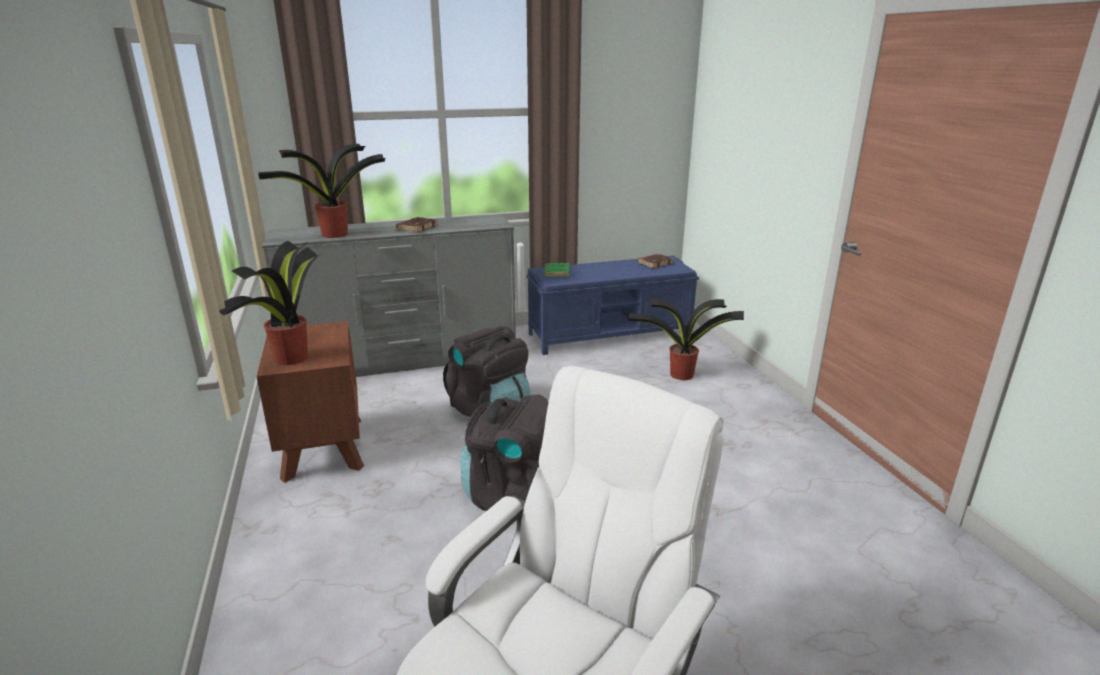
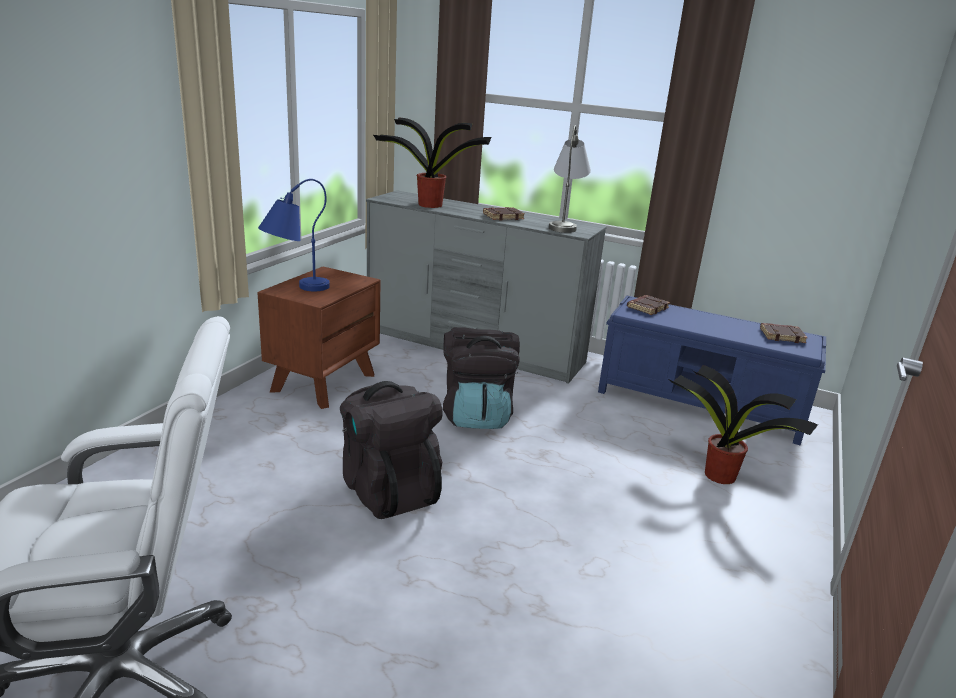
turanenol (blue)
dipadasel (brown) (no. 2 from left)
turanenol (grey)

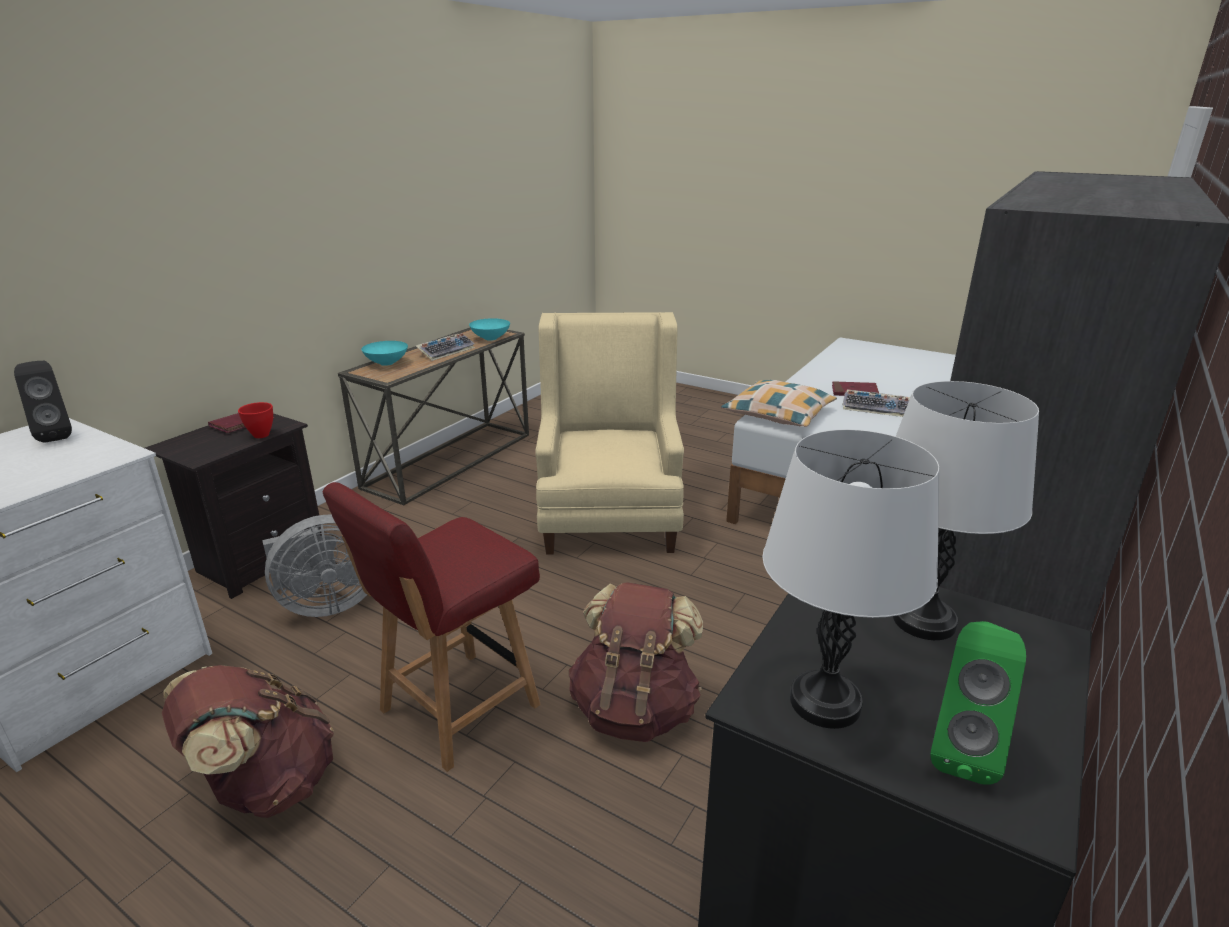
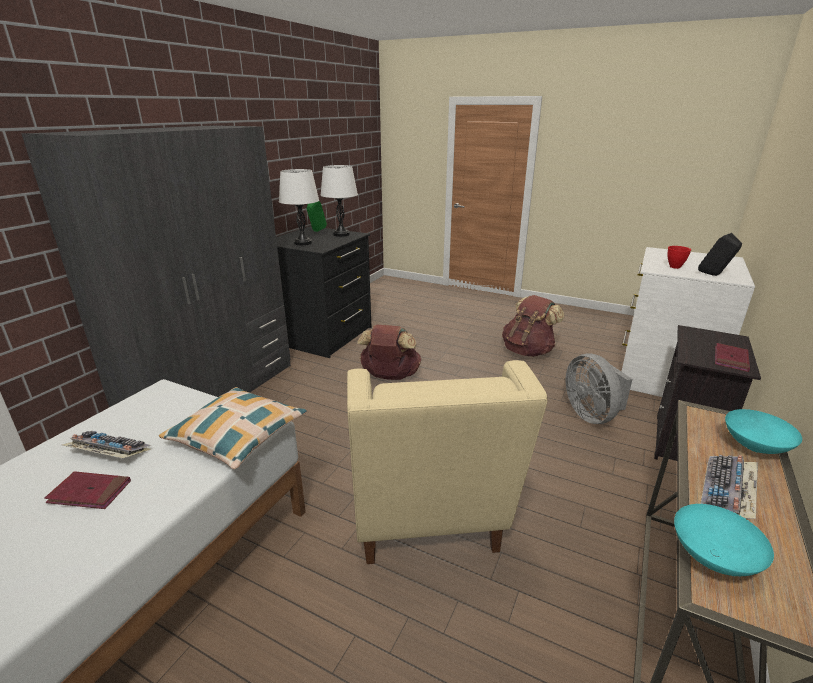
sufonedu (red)
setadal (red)
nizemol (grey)

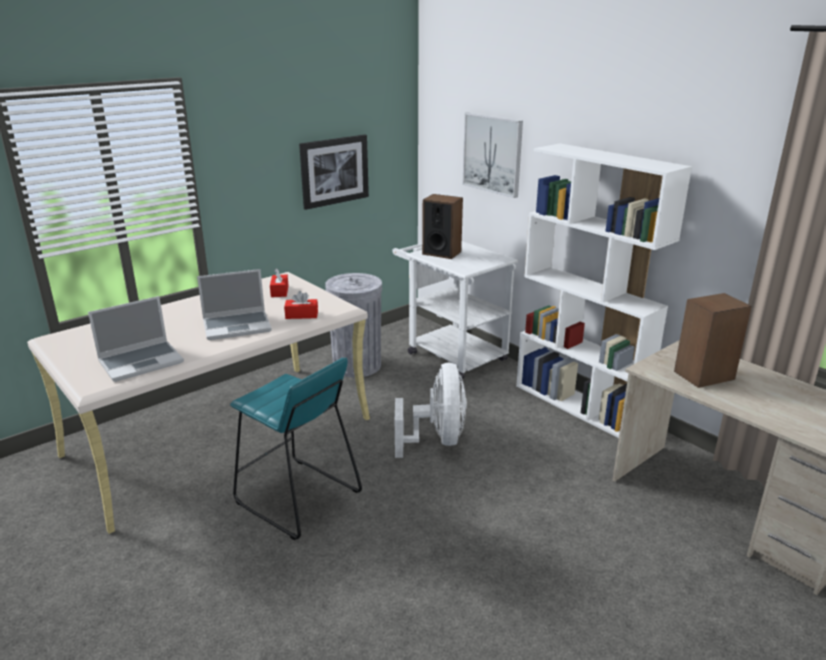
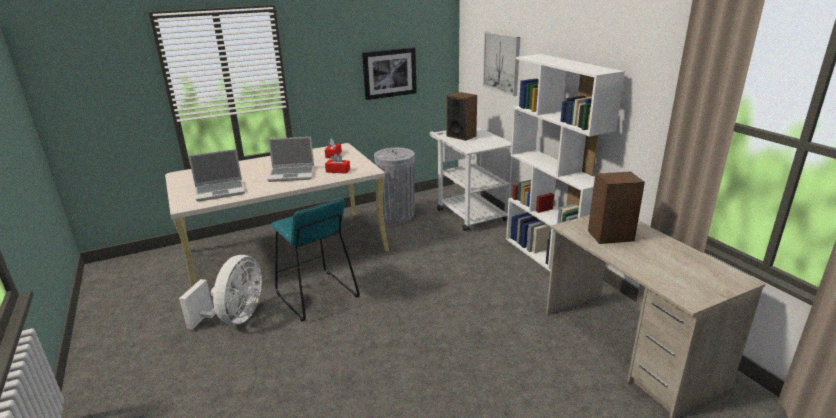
nizemol (white)

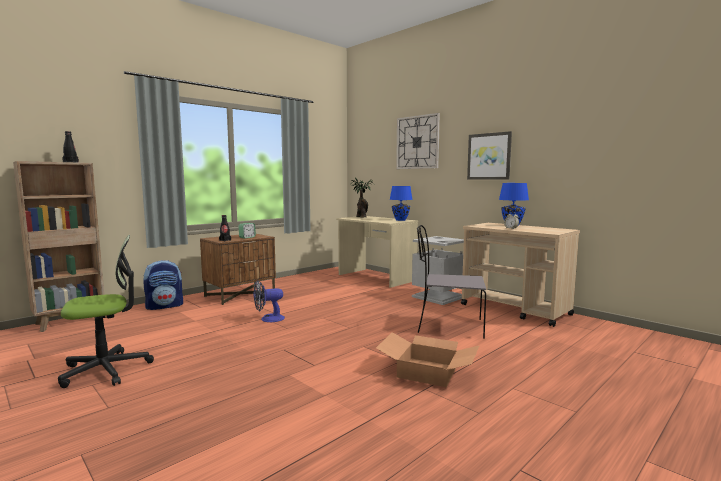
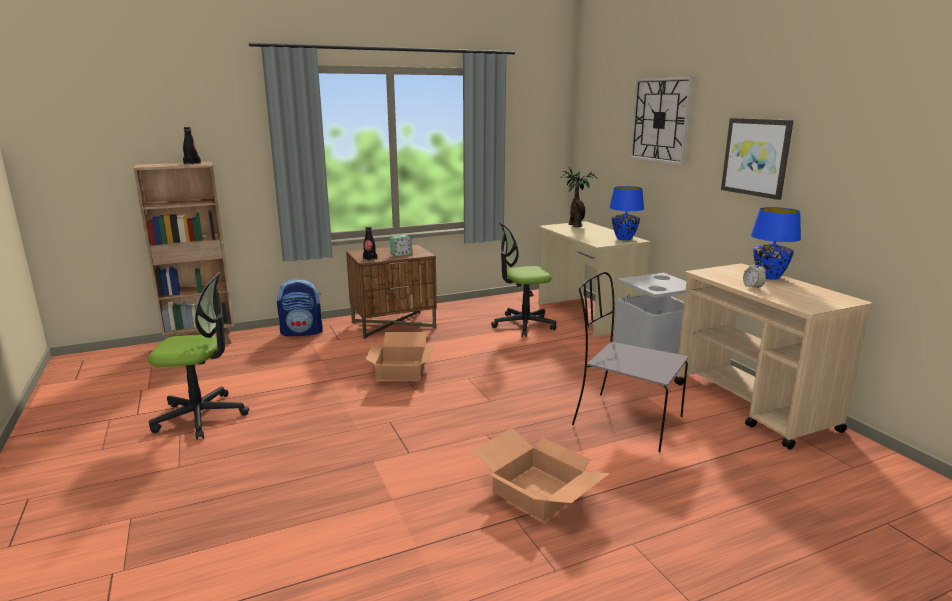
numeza (no. 1 from left)
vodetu (no. 2 from left)

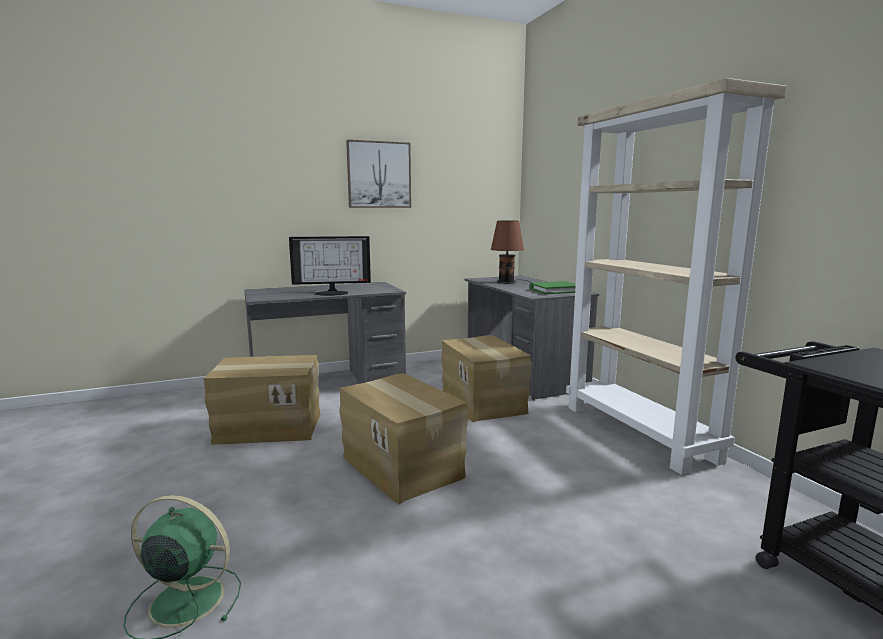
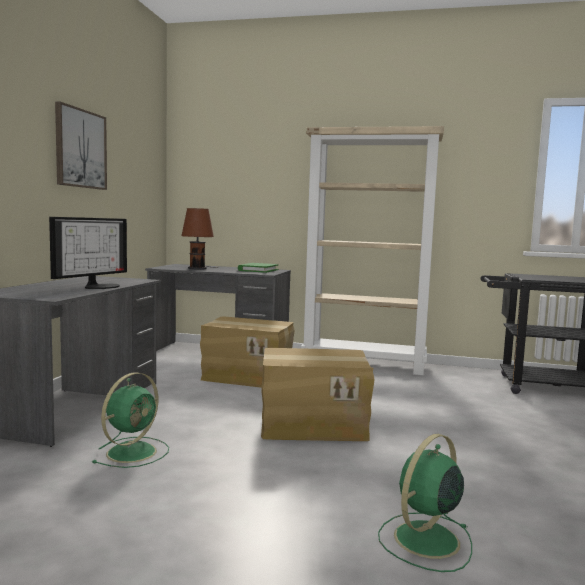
nizemol (green) (no. 1 from left)

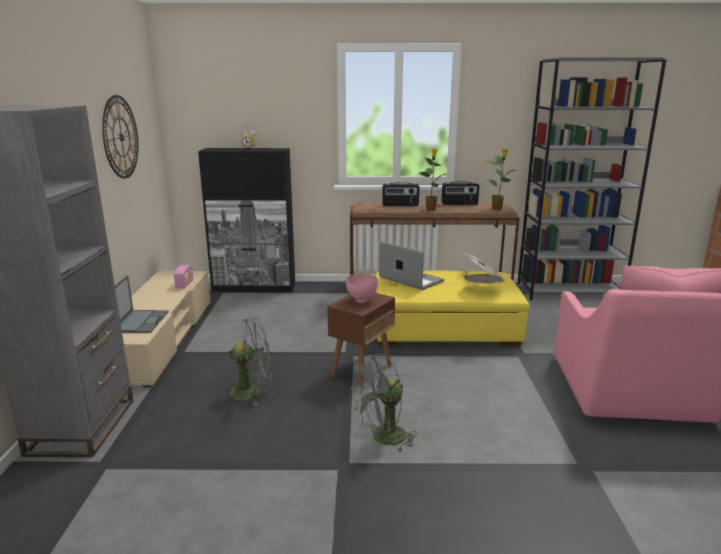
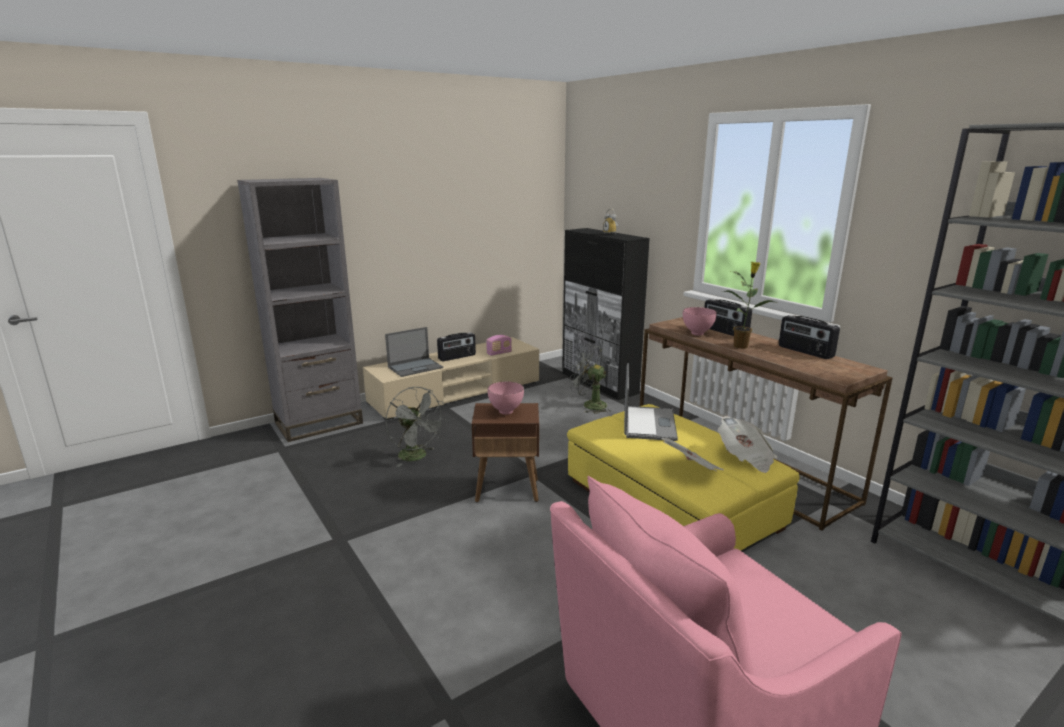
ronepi
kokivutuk (no. 2 from left in the first image)
nizemol (grey) (no. 2 from left)
sufonedu (pink) (no. 2 from left)
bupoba (no. 1 from left)

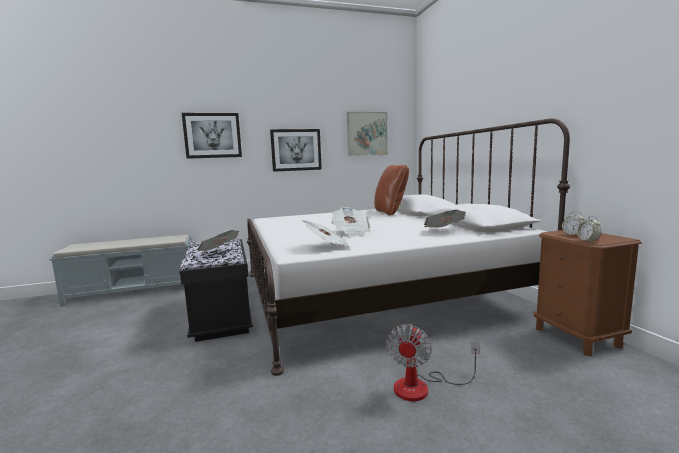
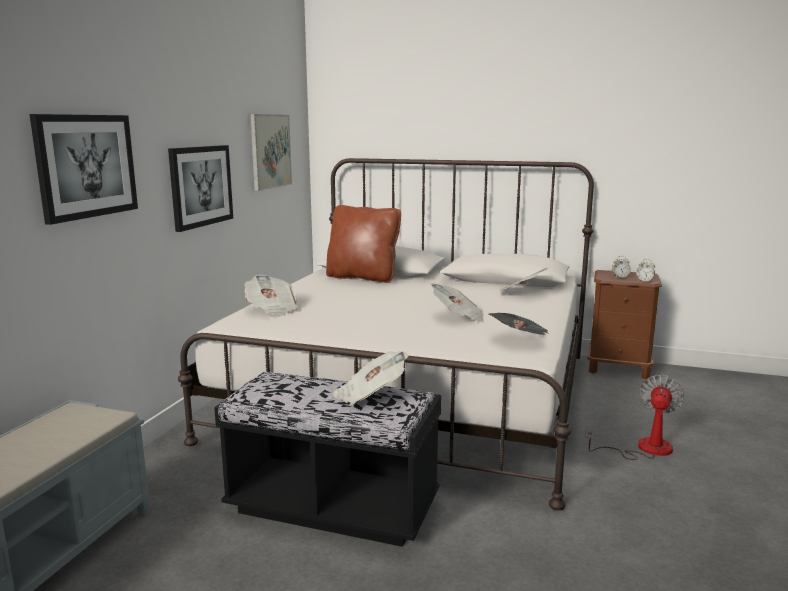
nizemol
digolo (no. 1 from left)

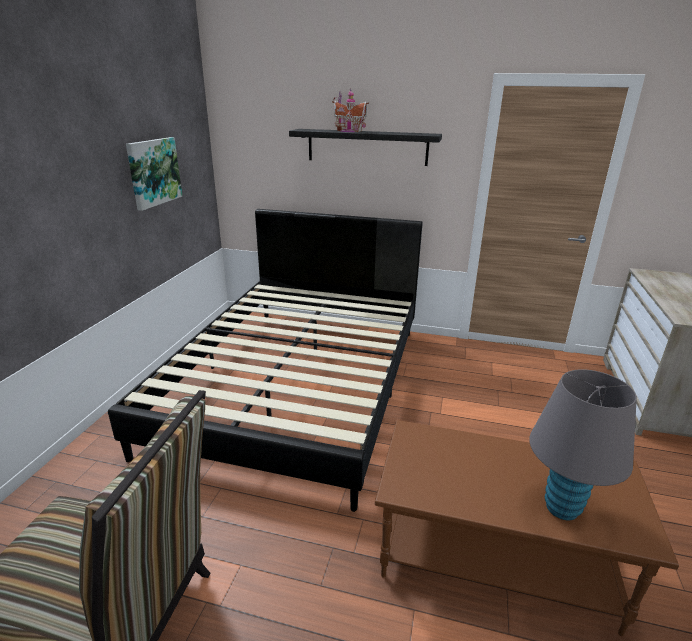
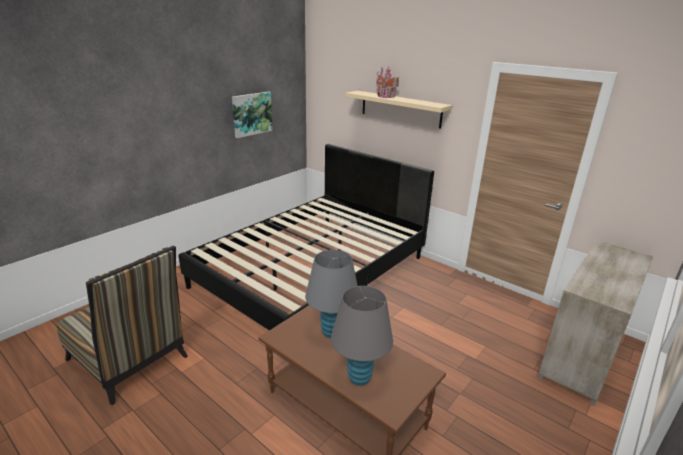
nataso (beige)
turanenol (grey) (no. 1 from left)

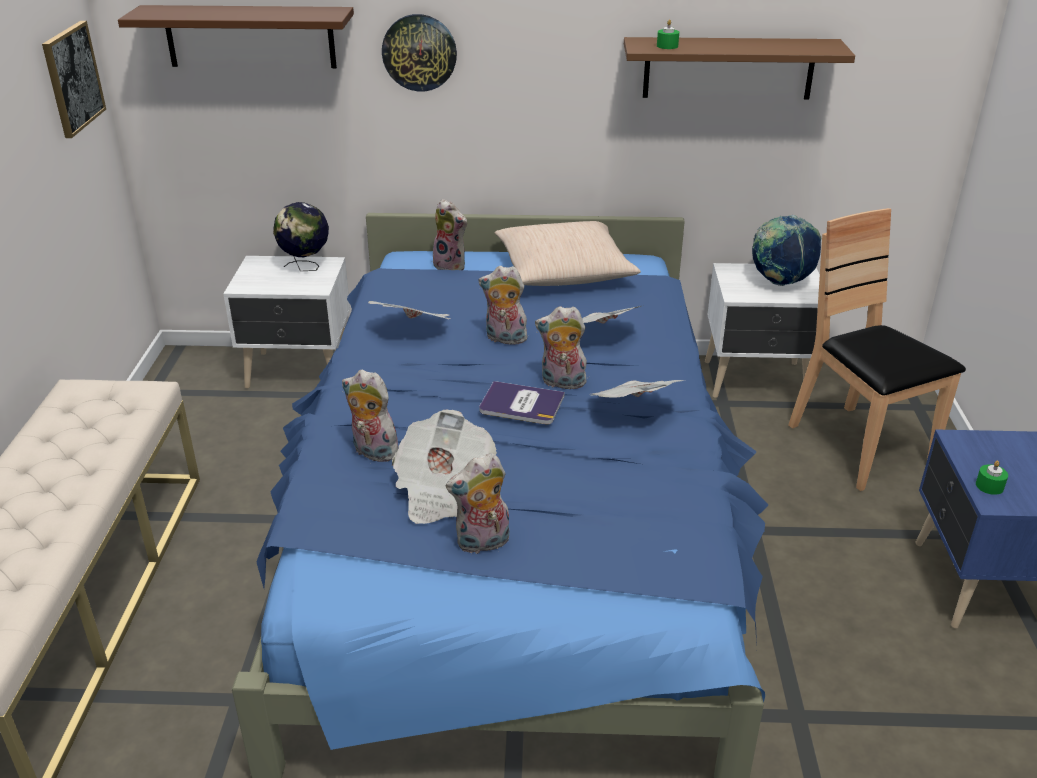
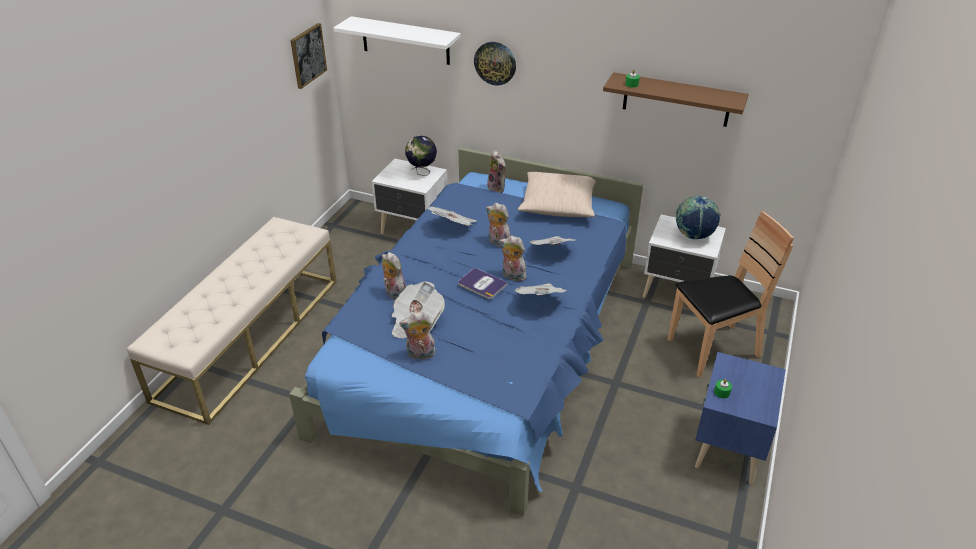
nataso (white)
setadal (brown)

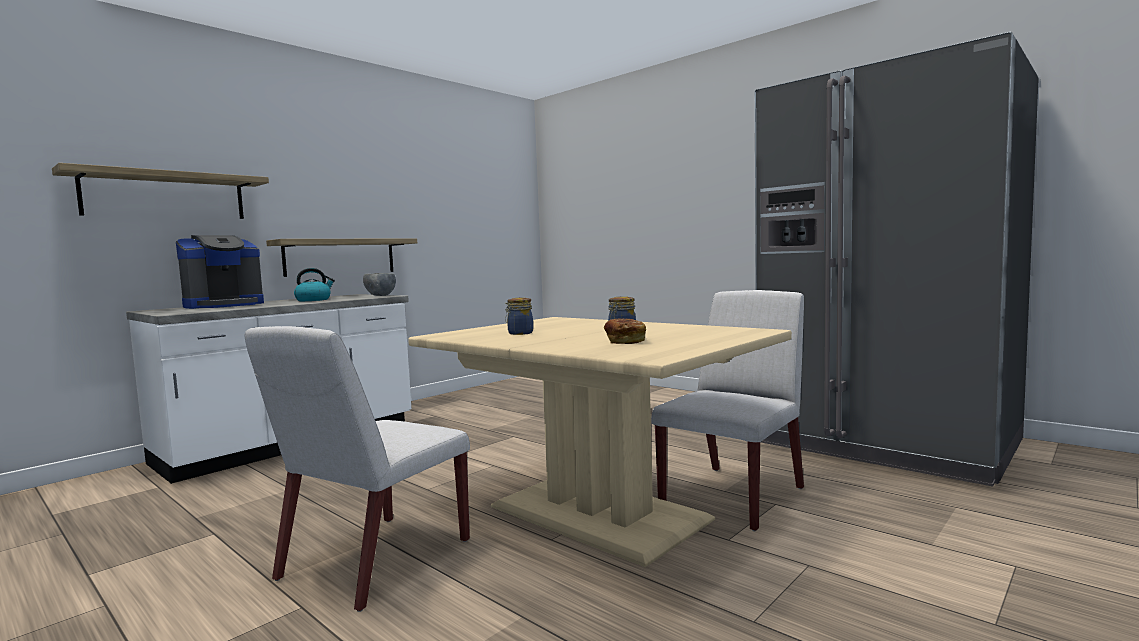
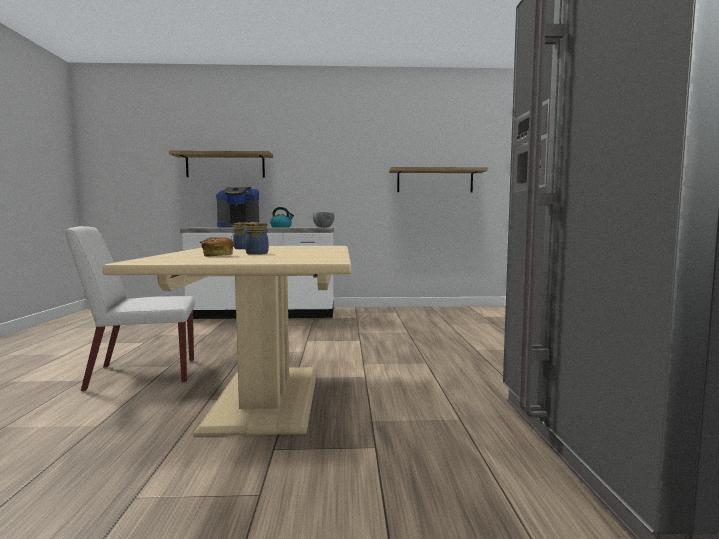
nataso (no. 2 from left)
setadal (white) (no. 2 from left in the first image)

